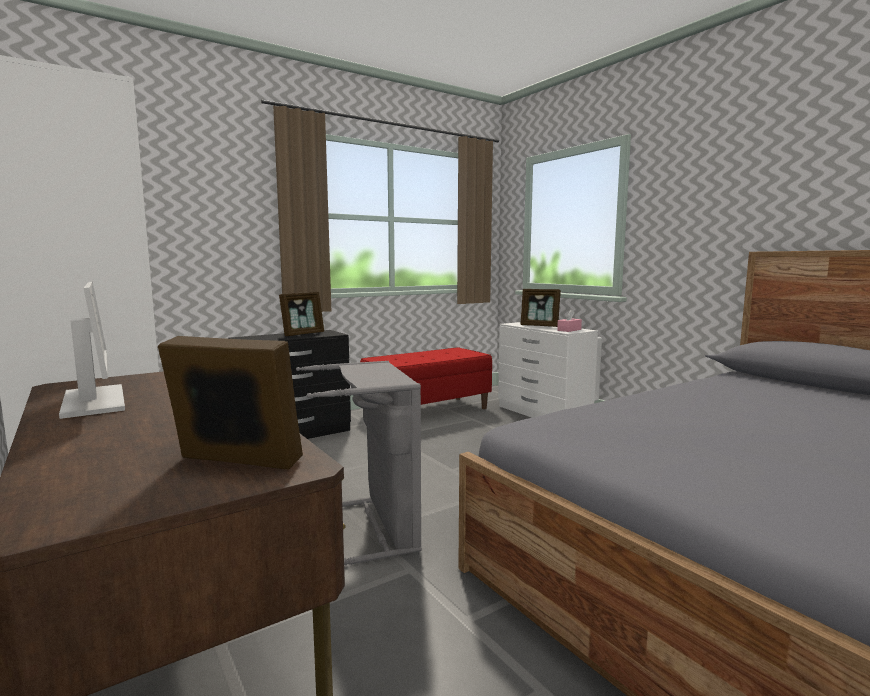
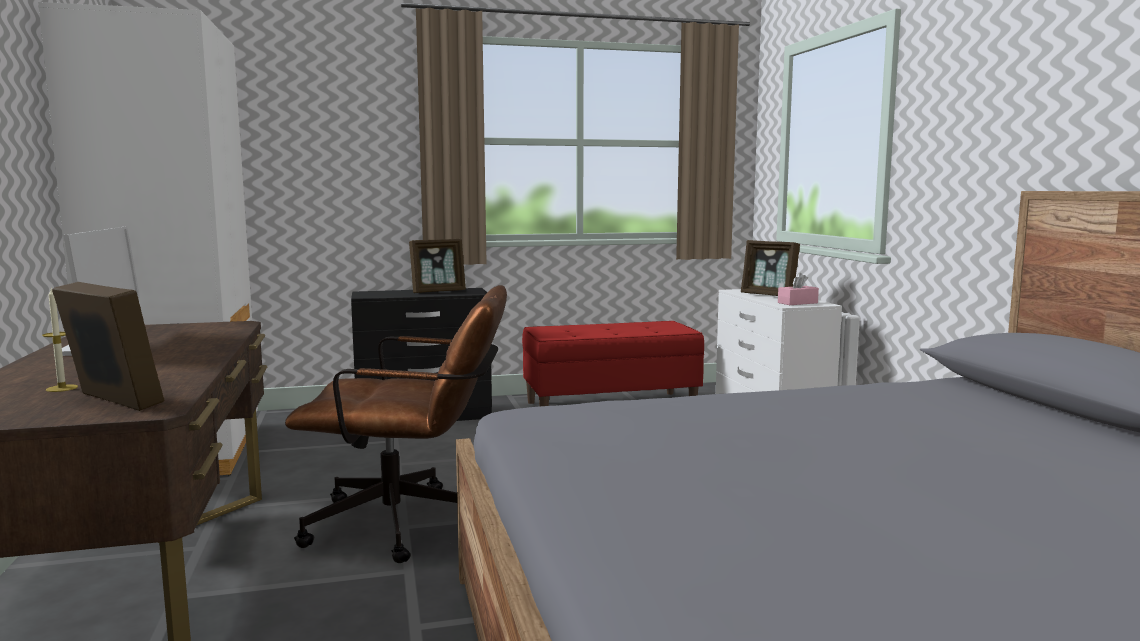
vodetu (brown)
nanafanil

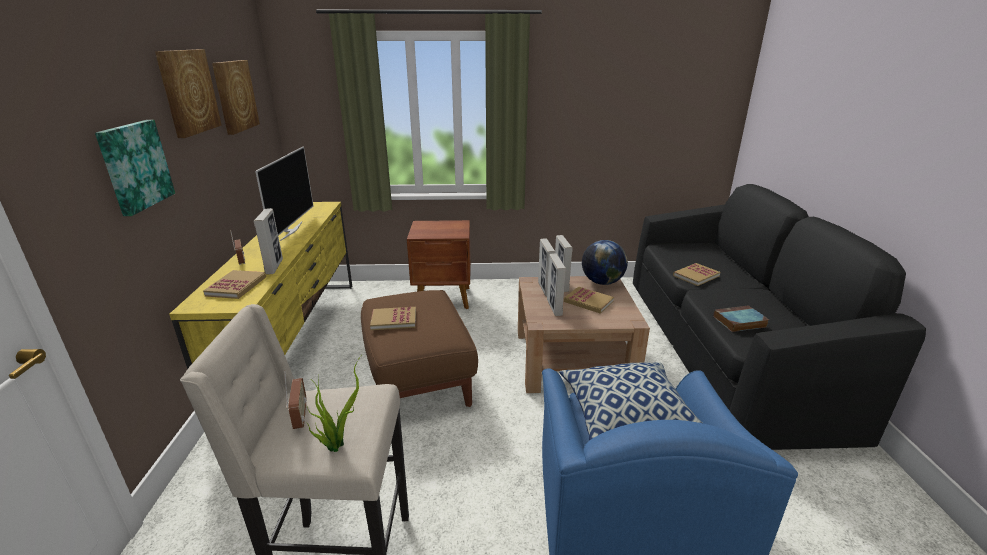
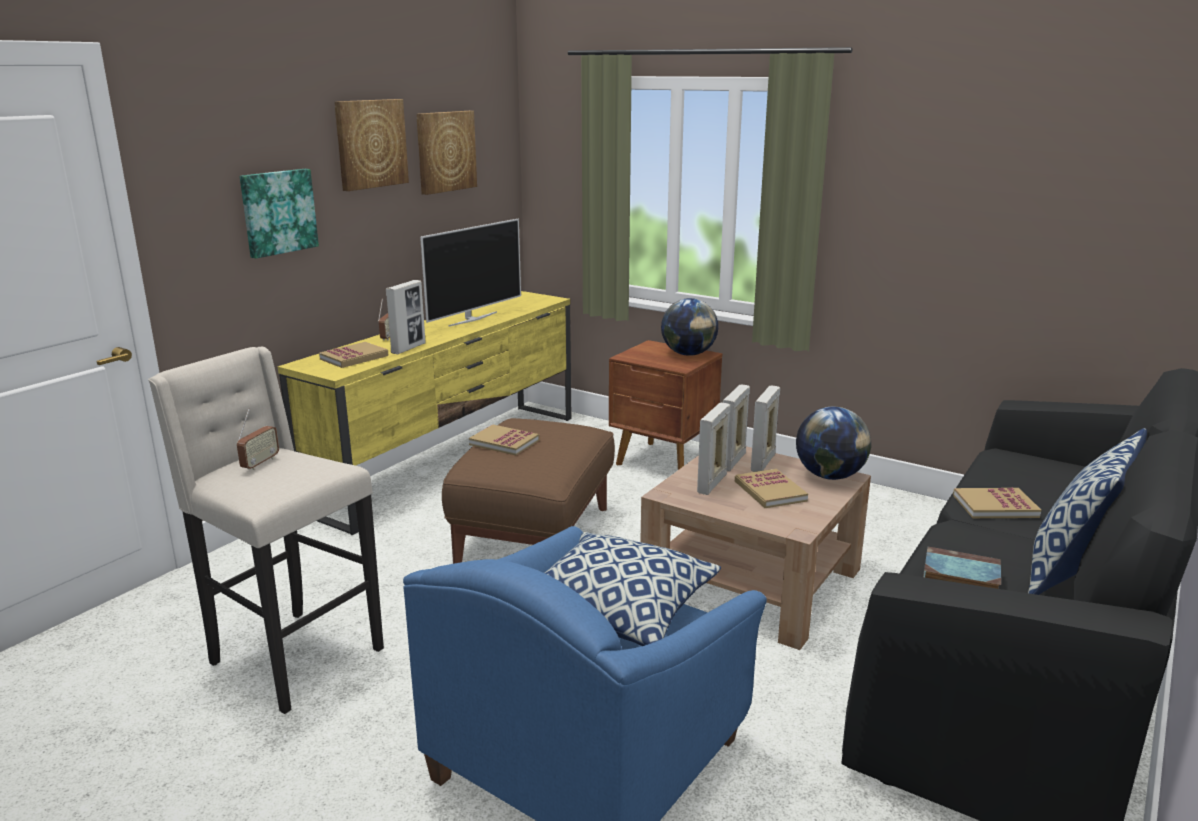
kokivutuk
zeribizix (no. 1 from left)
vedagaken (no. 2 from left)

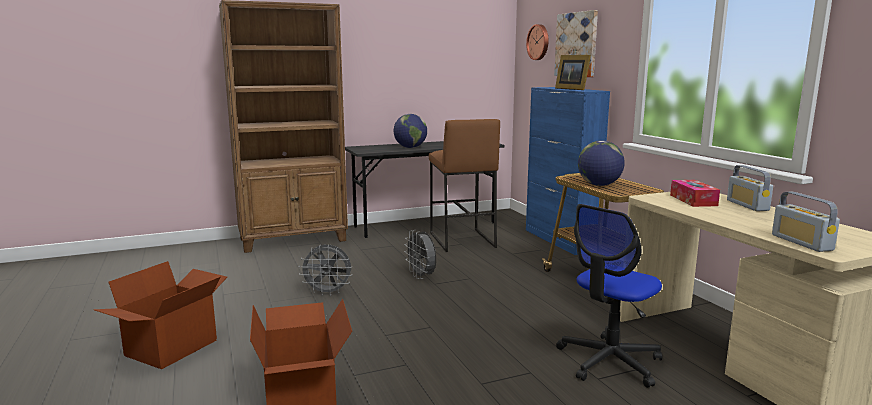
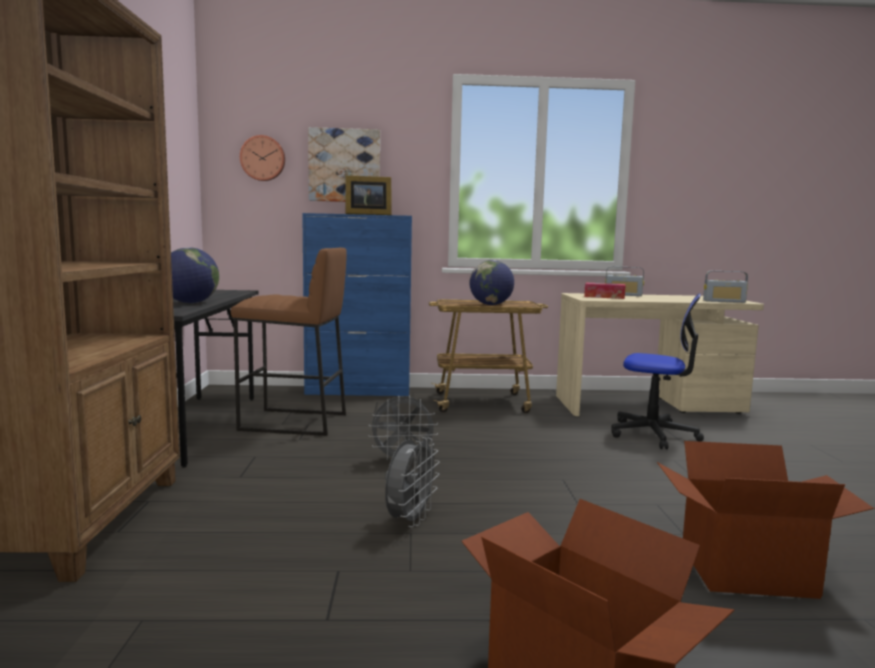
vodetu

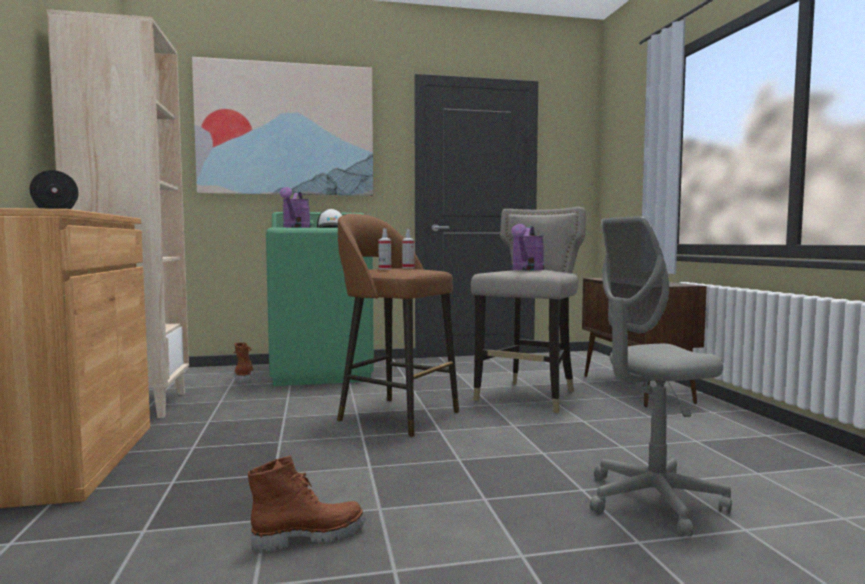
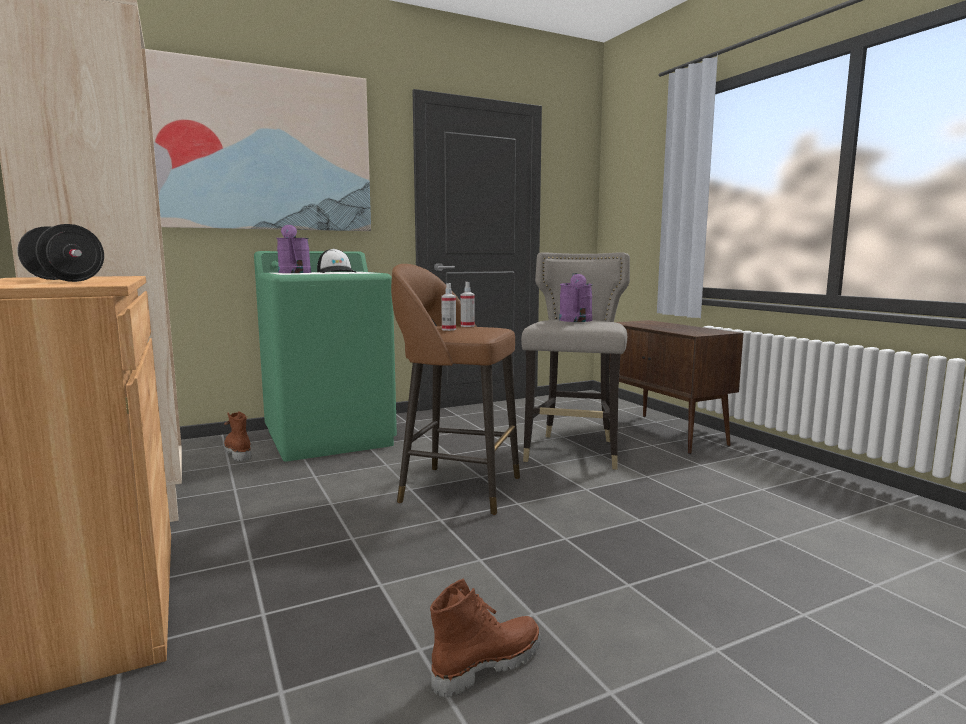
vodetu (grey)

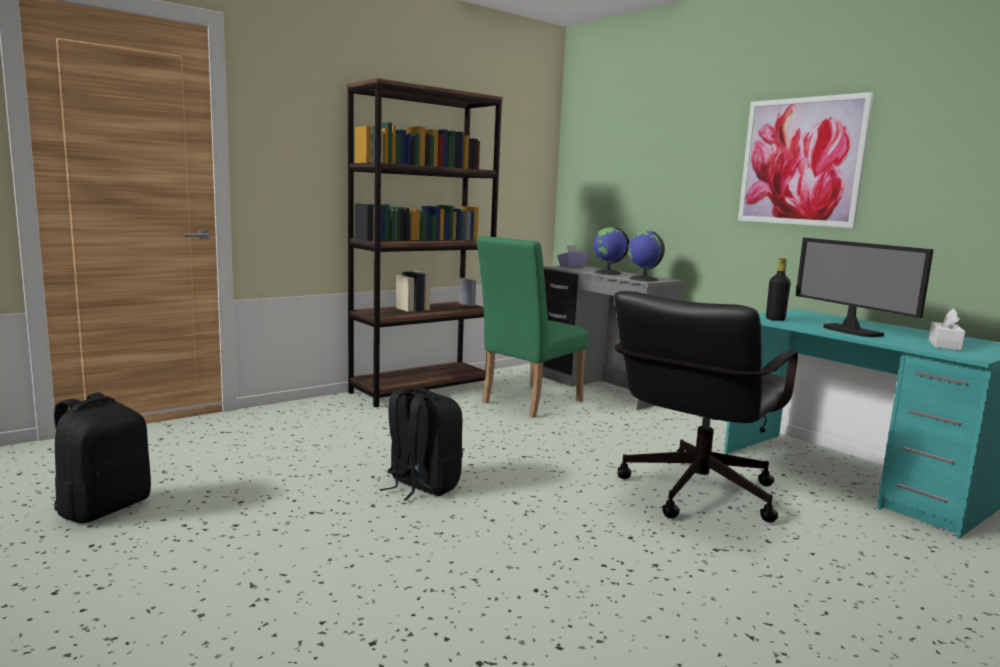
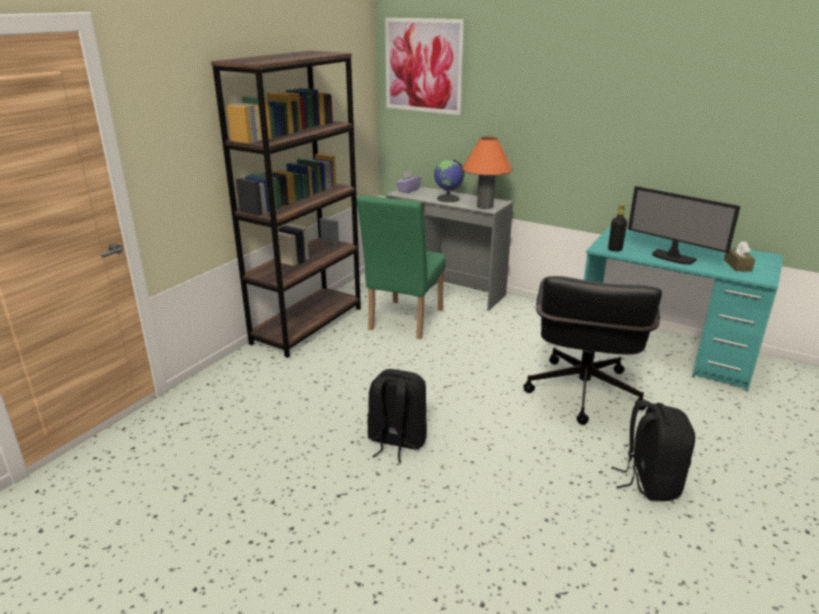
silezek
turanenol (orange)
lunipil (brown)
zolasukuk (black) (no. 2 from left)

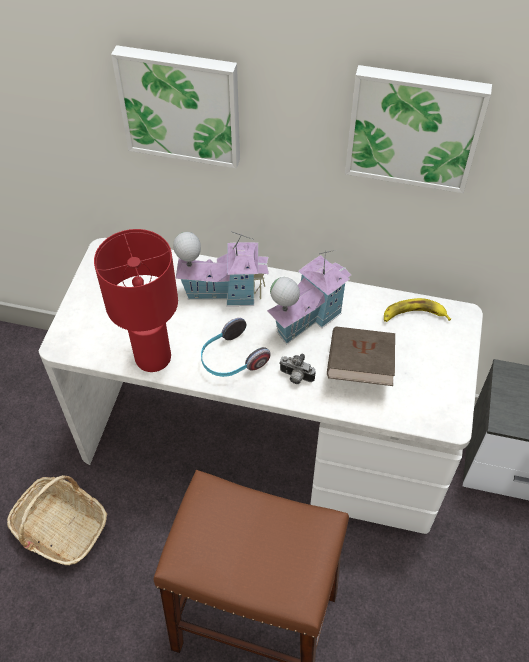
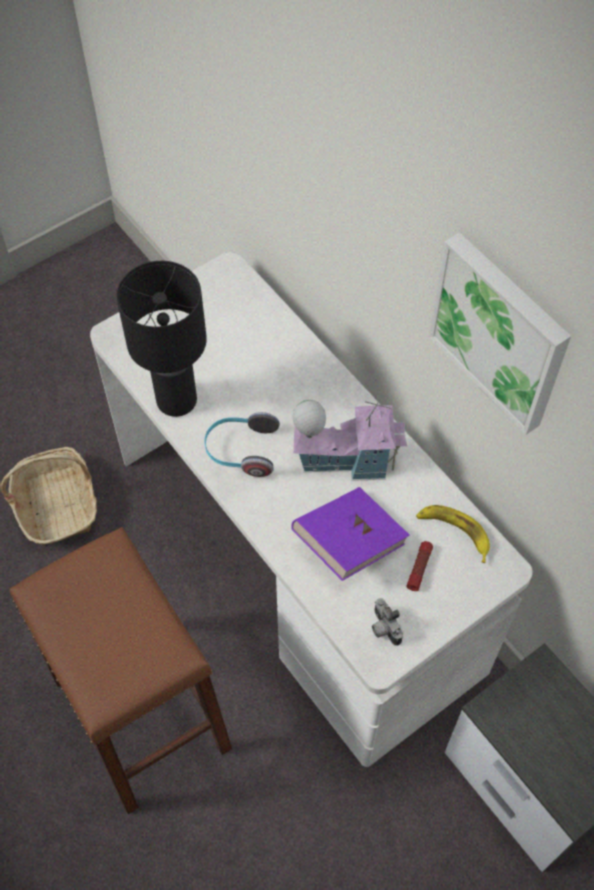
silezek (no. 1 from left in the first image)
turanenol (black)
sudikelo (no. 1 from left in the first image)
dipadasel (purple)
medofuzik
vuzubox

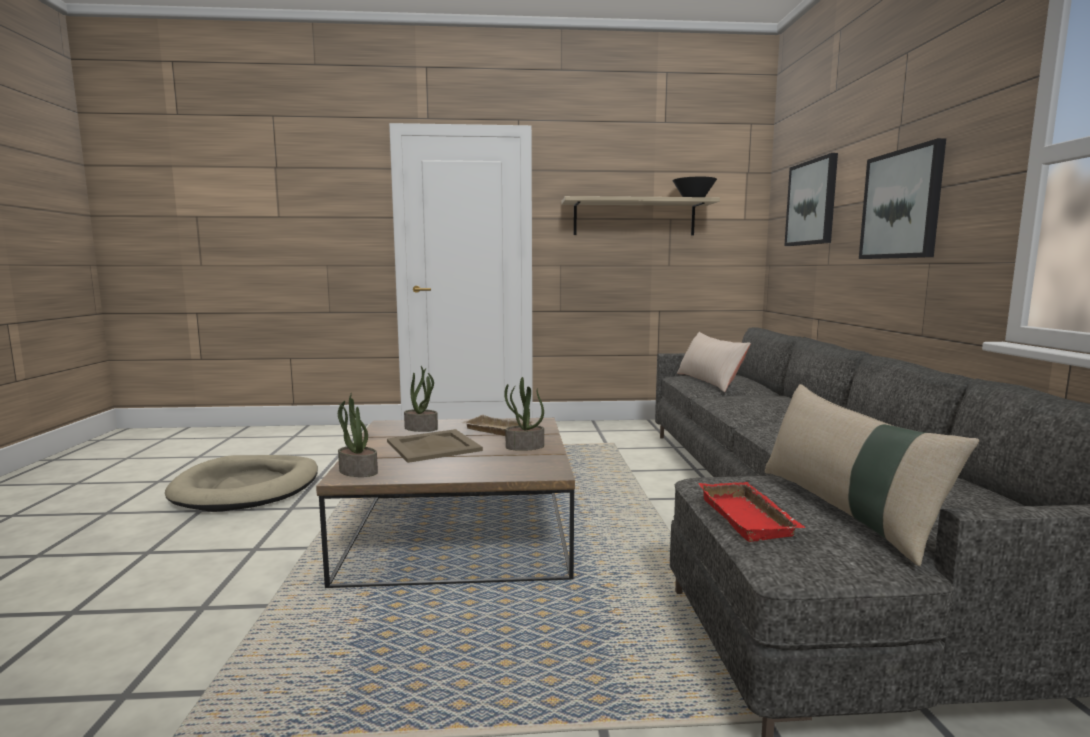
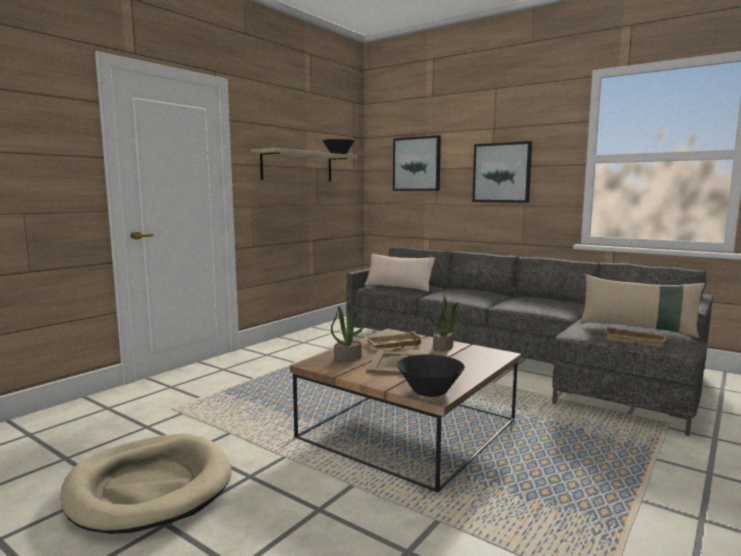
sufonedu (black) (no. 2 from left)
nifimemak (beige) (no. 3 from left)

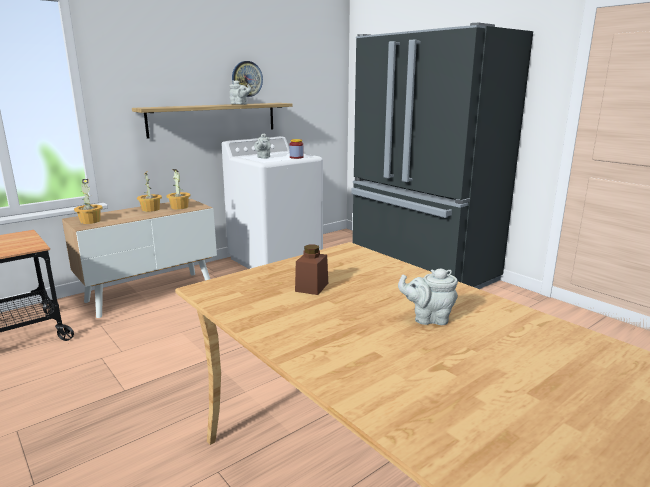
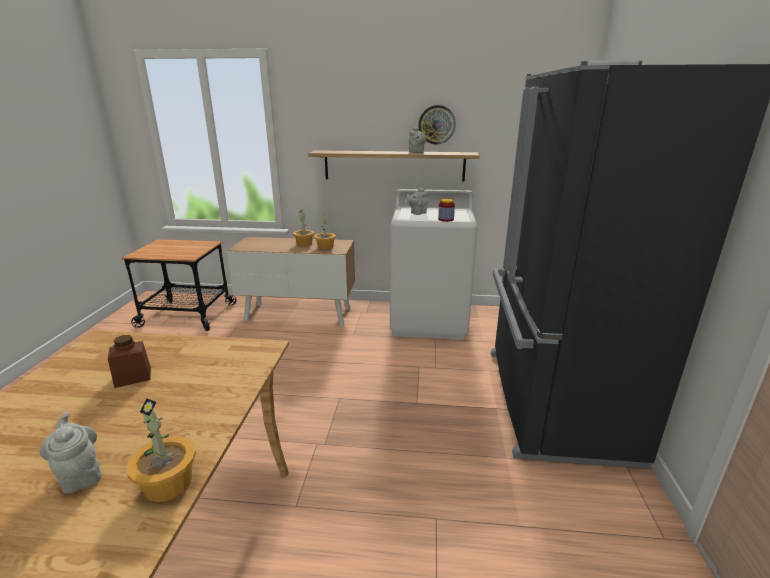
kokivutuk (no. 1 from left)

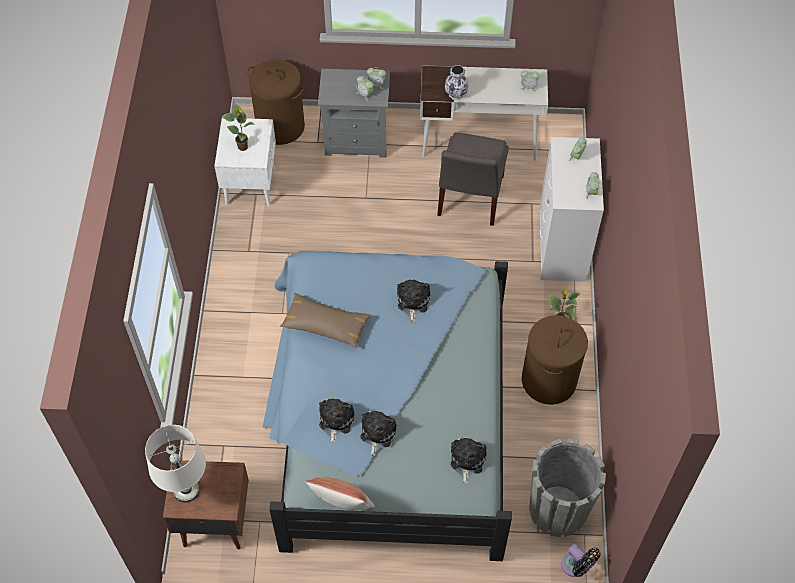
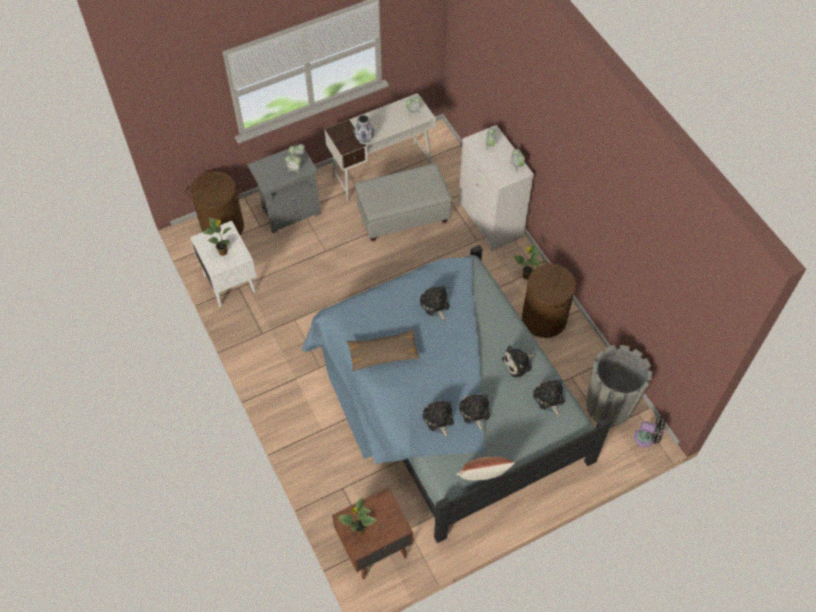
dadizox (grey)
kokivutuk (no. 2 from left)
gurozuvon (no. 4 from left)

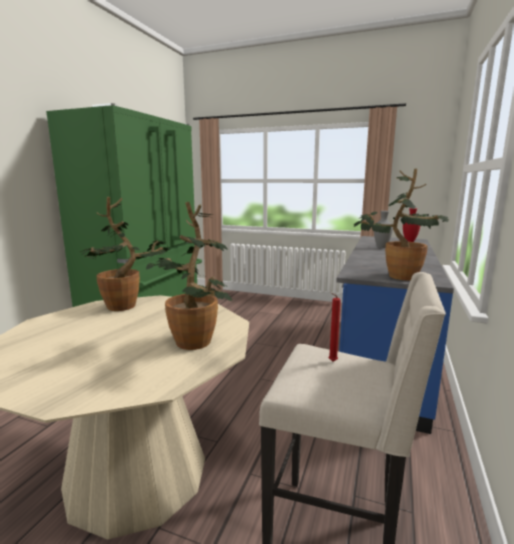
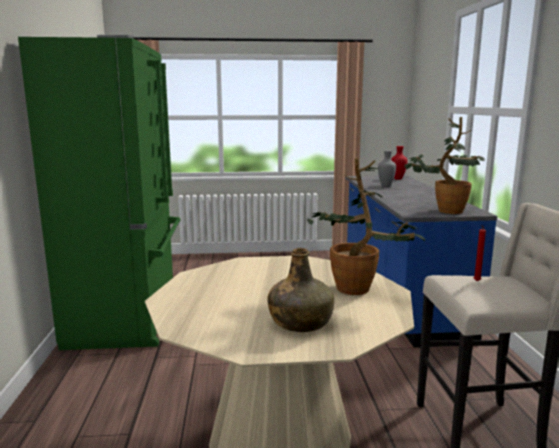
kokivutuk (no. 1 from left in the first image)
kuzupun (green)

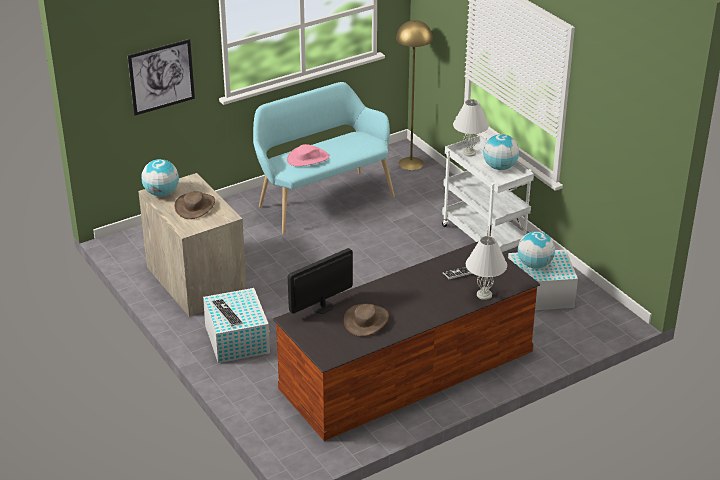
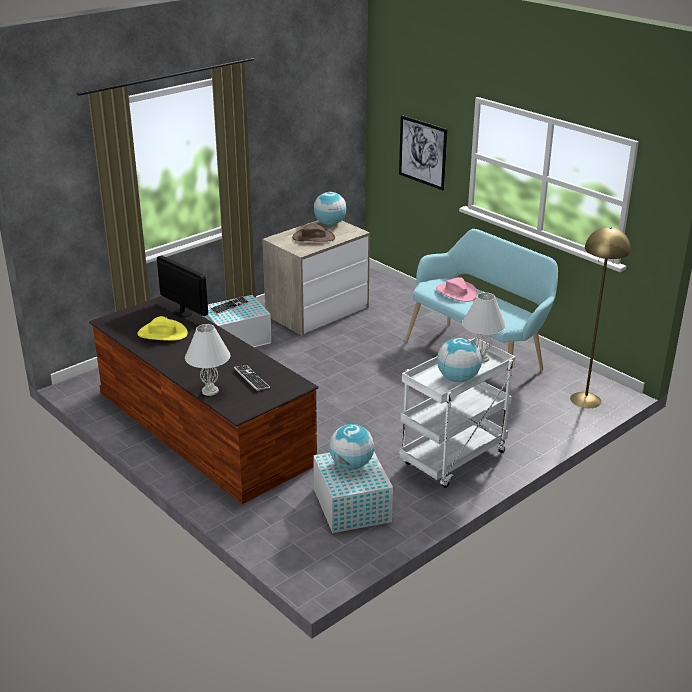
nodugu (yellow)

